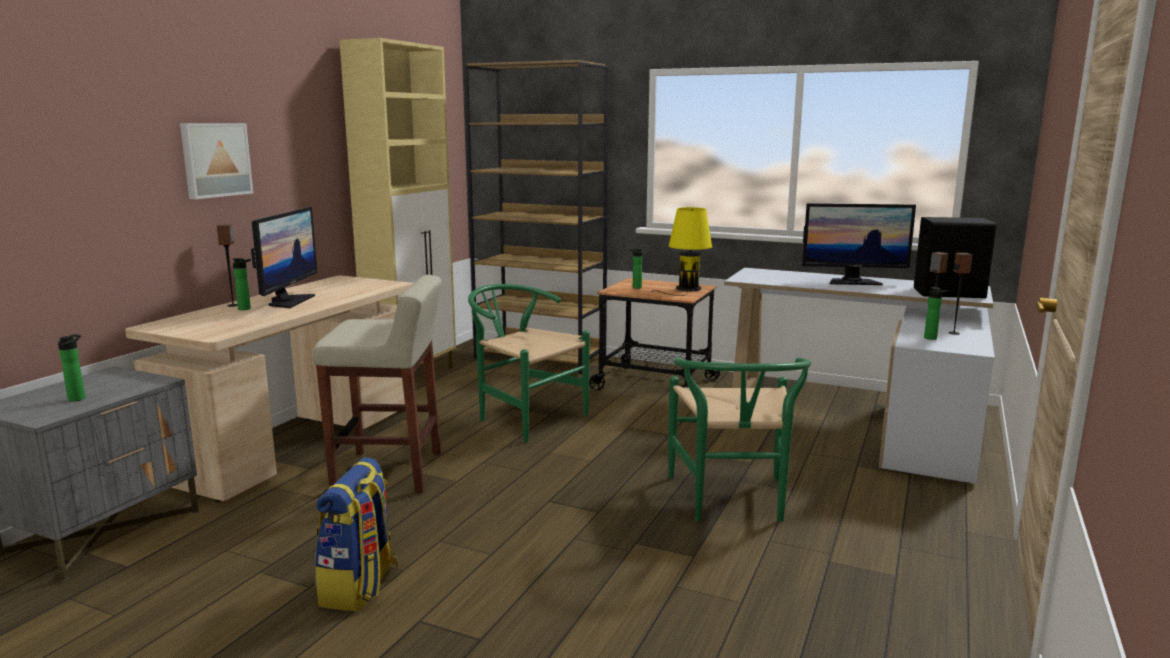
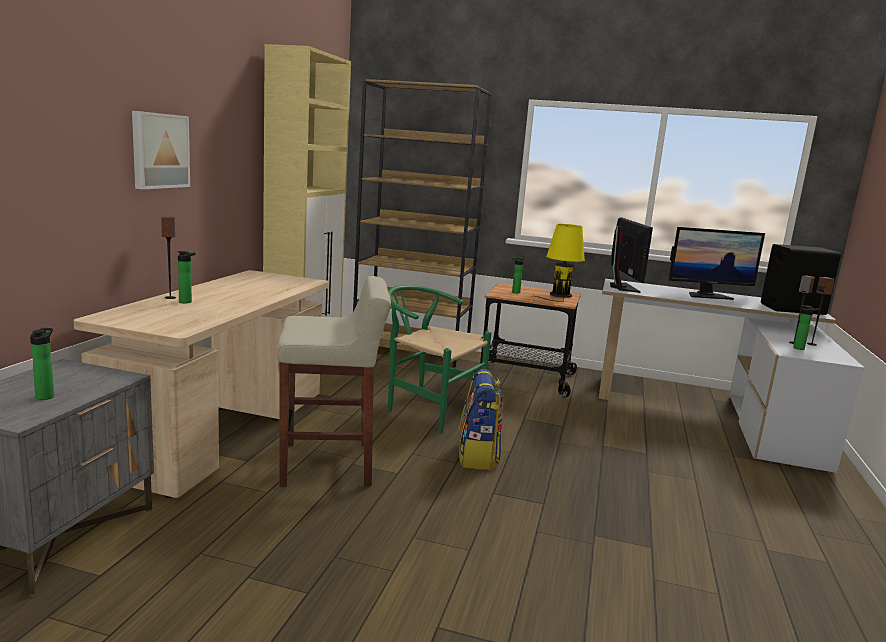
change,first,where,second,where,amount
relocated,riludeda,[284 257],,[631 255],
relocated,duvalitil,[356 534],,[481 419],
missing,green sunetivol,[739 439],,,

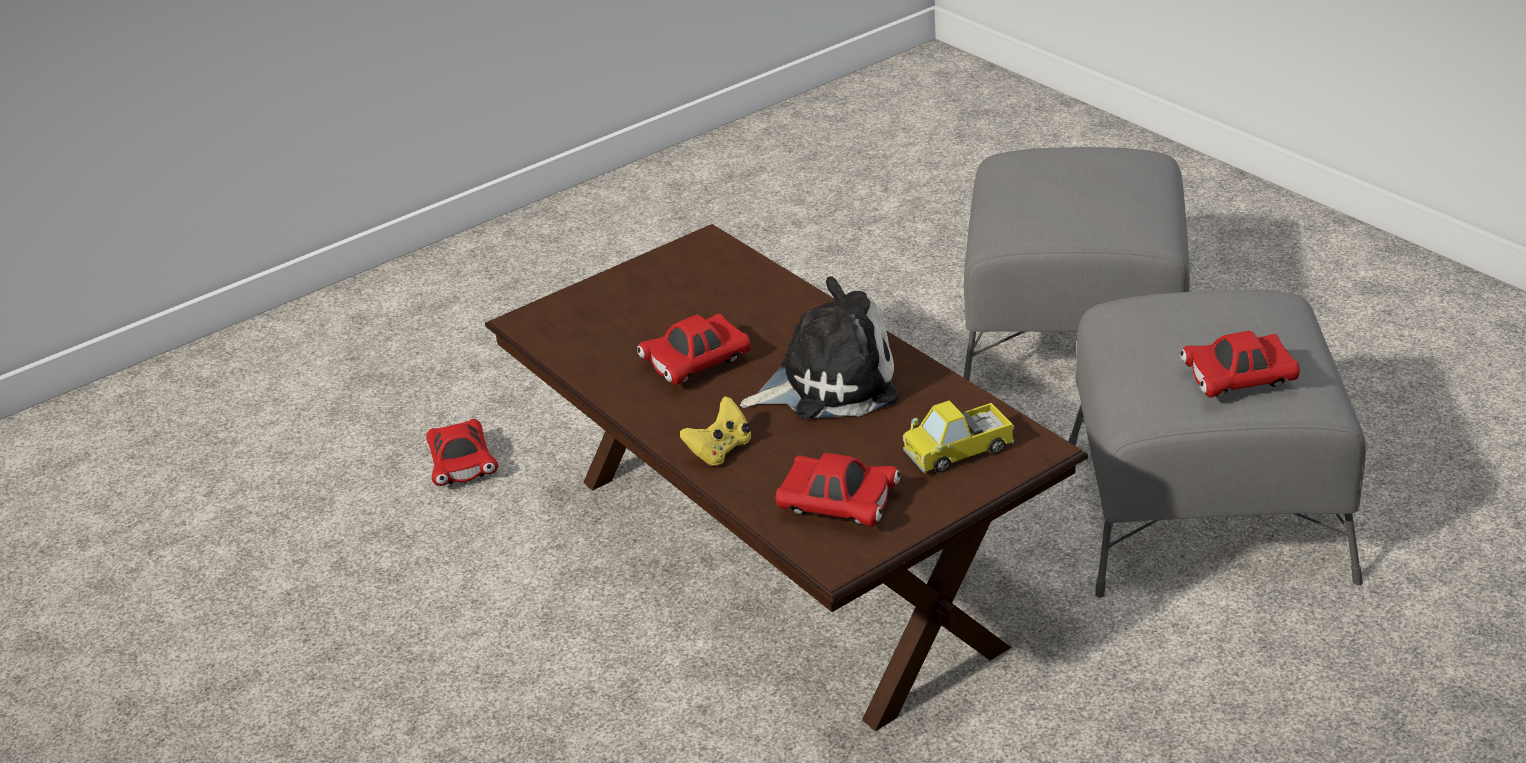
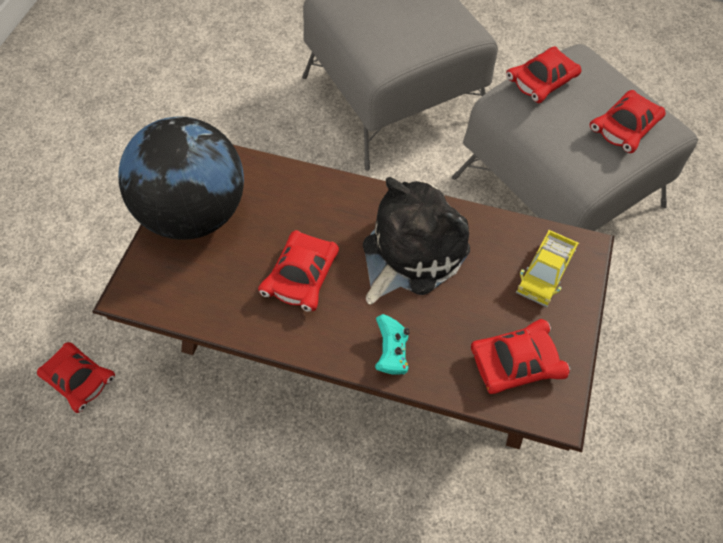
change,first,where,second,where,amount
colour,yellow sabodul,[715 431],turquoise sabodul,[392 344],
appeared,,,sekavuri,[181 178],
appeared,,,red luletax,[544 74],

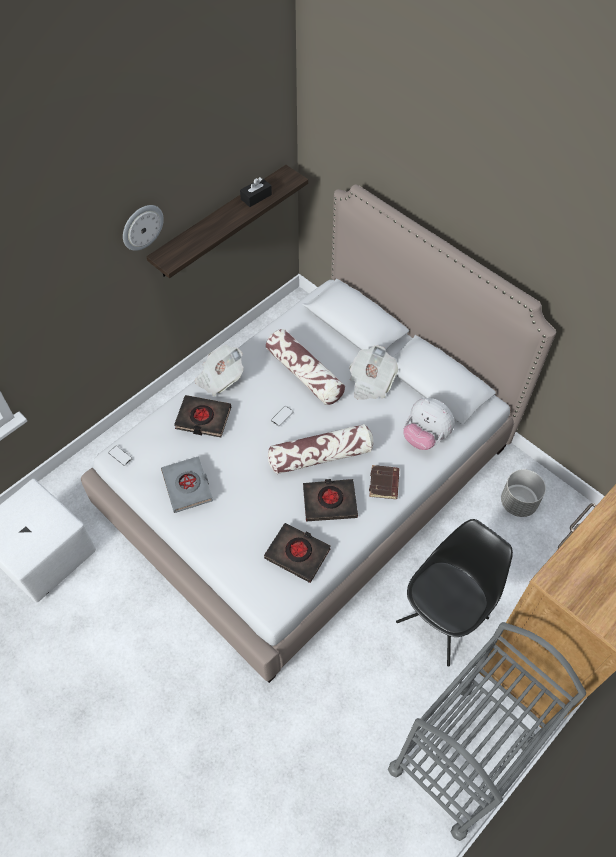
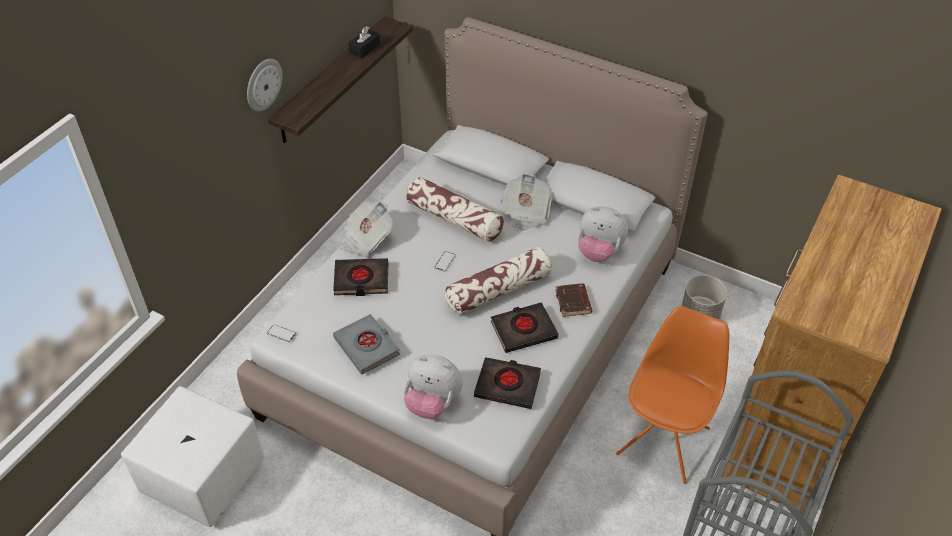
change,first,where,second,where,amount
colour,black sunetivol,[454 593],orange sunetivol,[672 395],
appeared,,,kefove,[433 386],

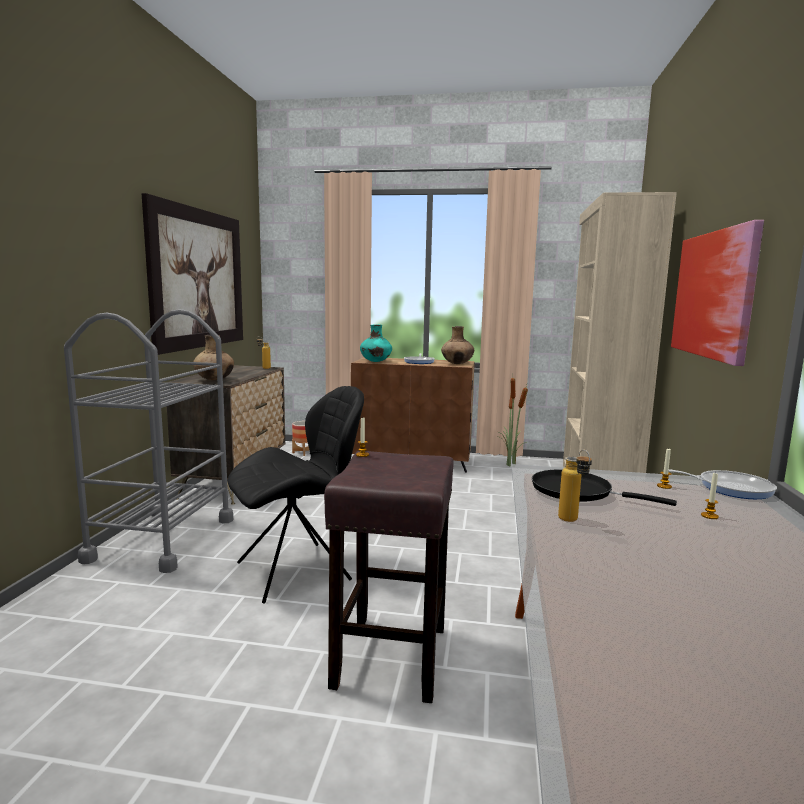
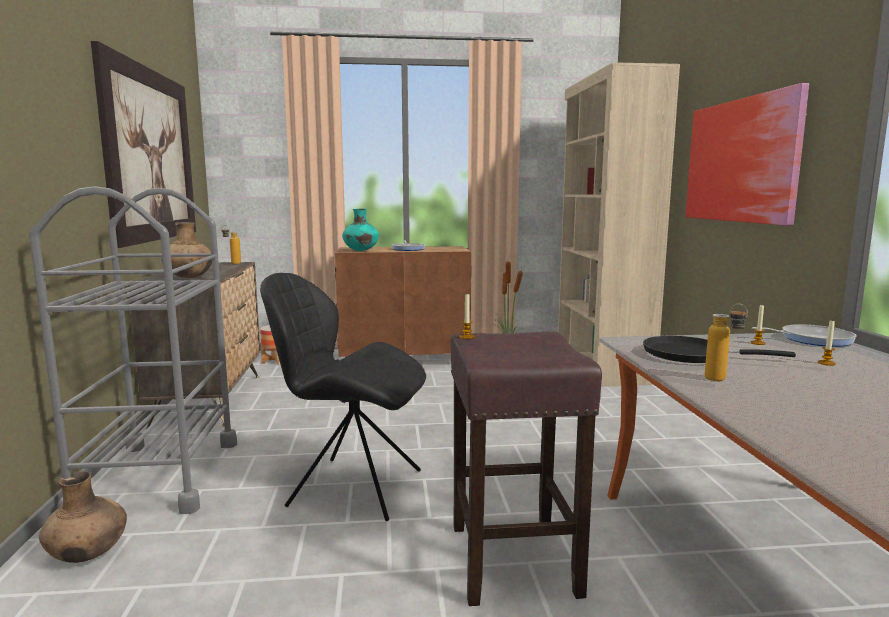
change,first,where,second,where,amount
spun,black sunetivol,[295 495],,[343 397],120 degrees counterclockwise
relocated,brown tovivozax,[457 345],,[83 517],

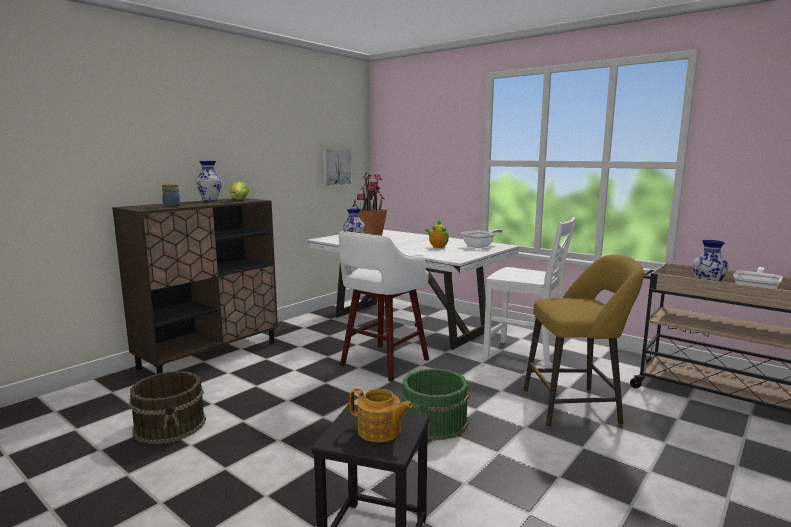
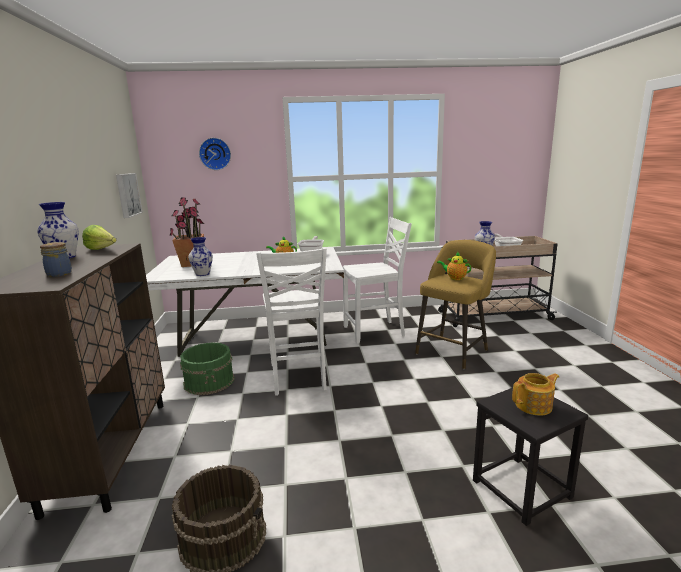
change,first,where,second,where,amount
exchanged,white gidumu,[384 306],white sunetivol,[291 321],
relocated,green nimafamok,[435 404],,[207 368],
appeared,,,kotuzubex,[215 154],
appeared,,,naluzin,[454 266],

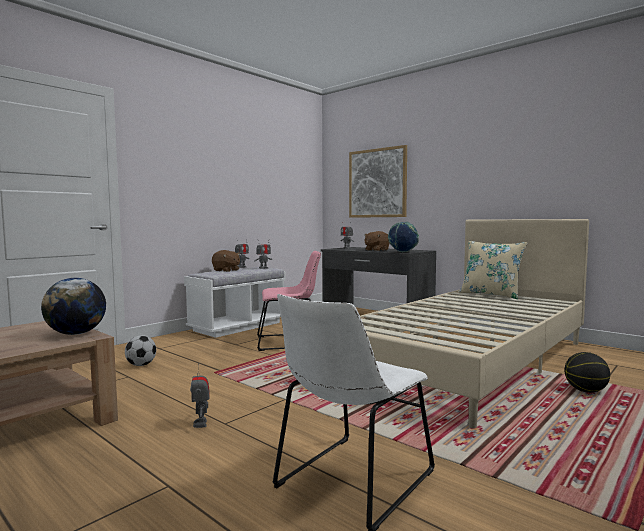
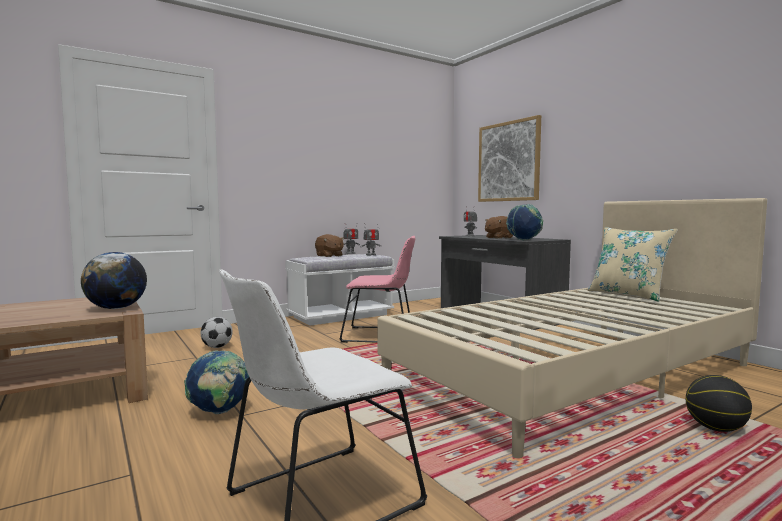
change,first,where,second,where,amount
exchanged,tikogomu,[200 395],sekavuri,[216 382],

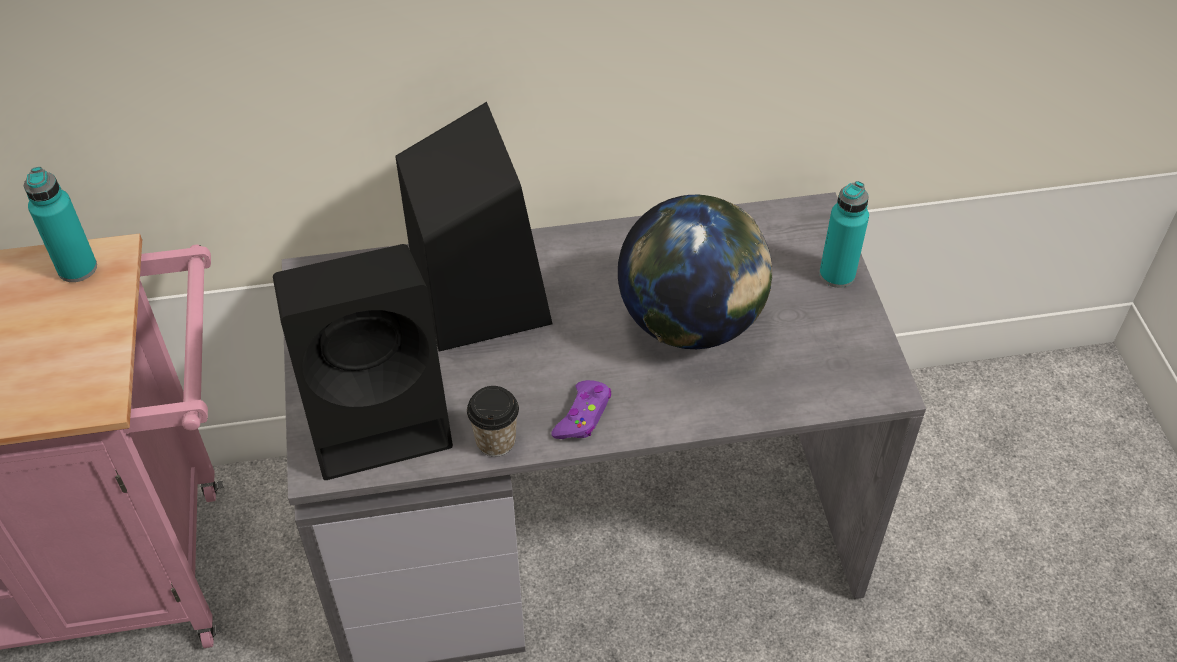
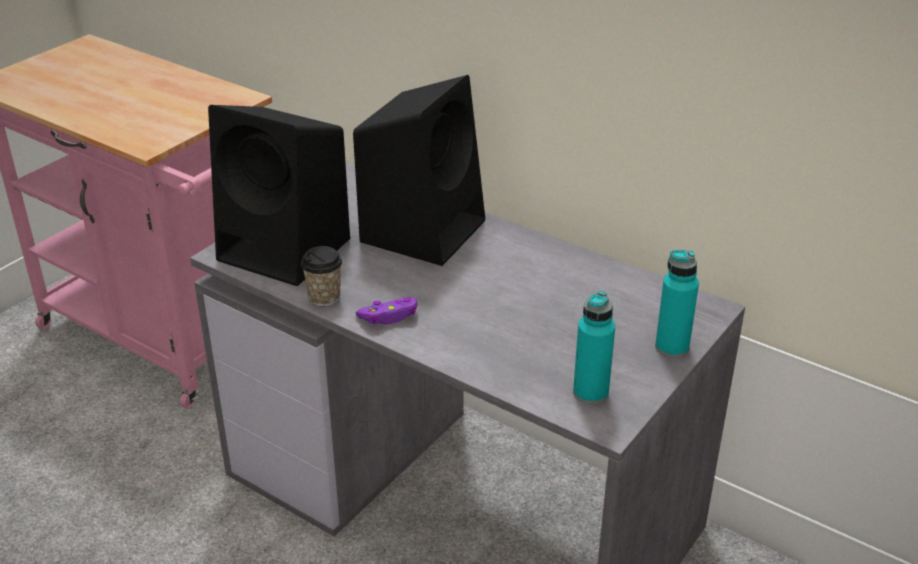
change,first,where,second,where,amount
relocated,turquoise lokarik,[60 224],,[594 347],
missing,sekavuri,[695 272],,,

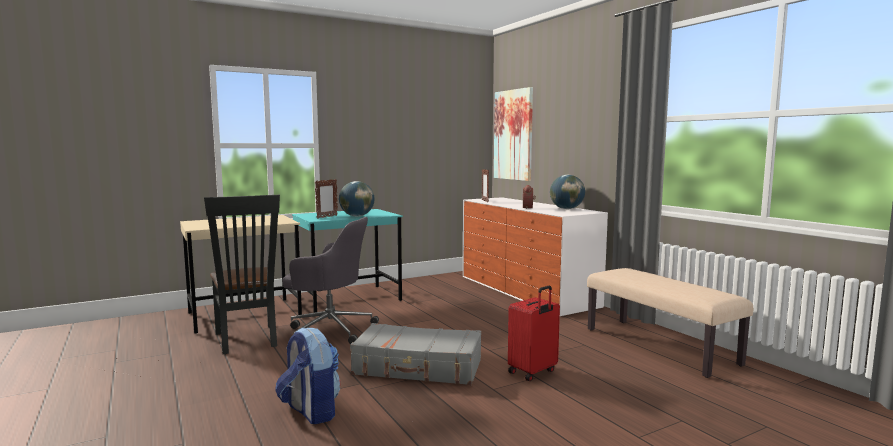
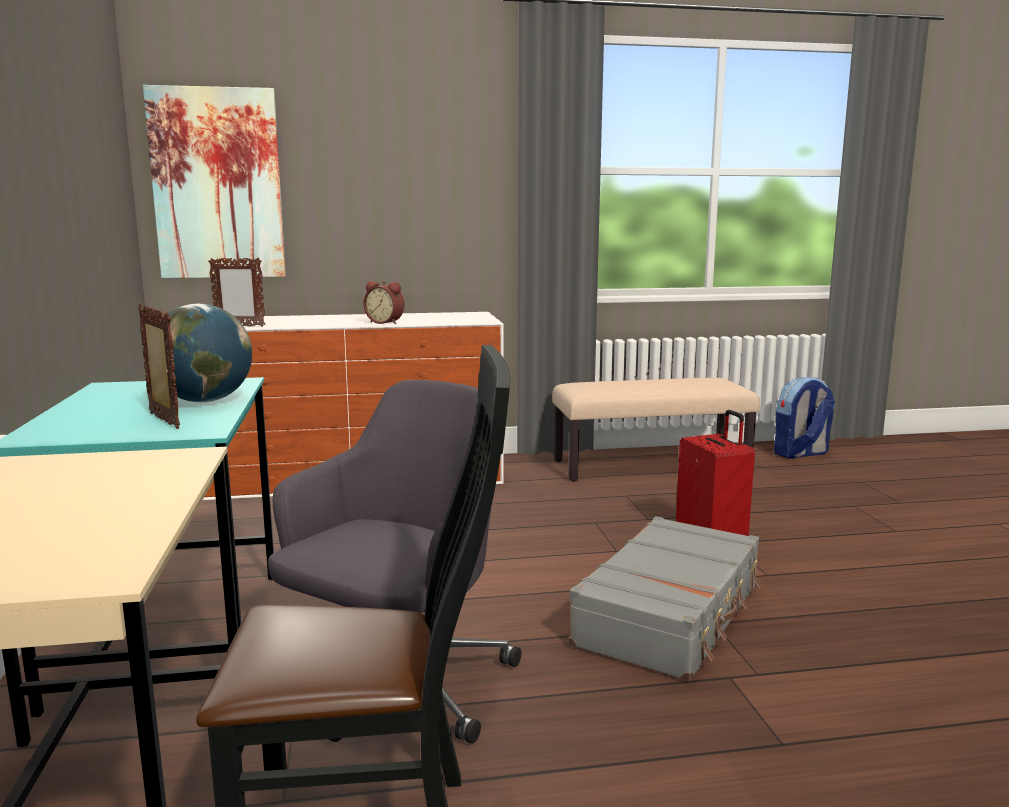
change,first,where,second,where,amount
relocated,duvalitil,[307 375],,[804 418],
missing,sekavuri,[567 192],,,

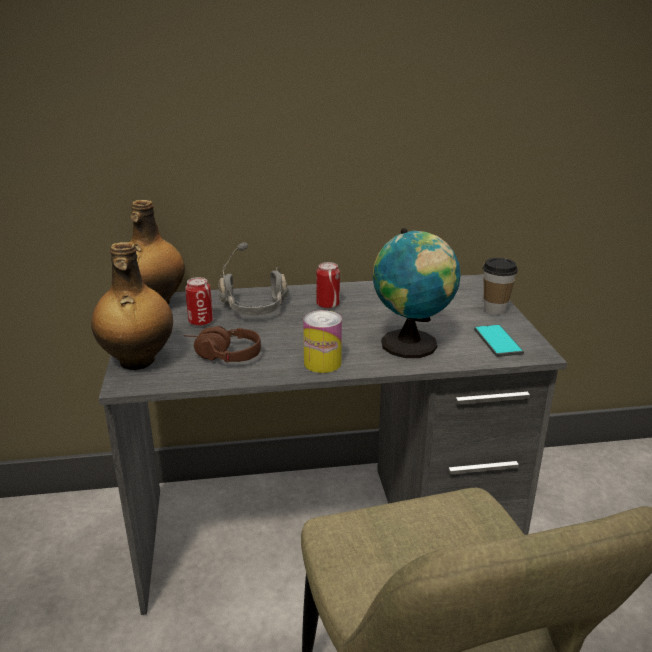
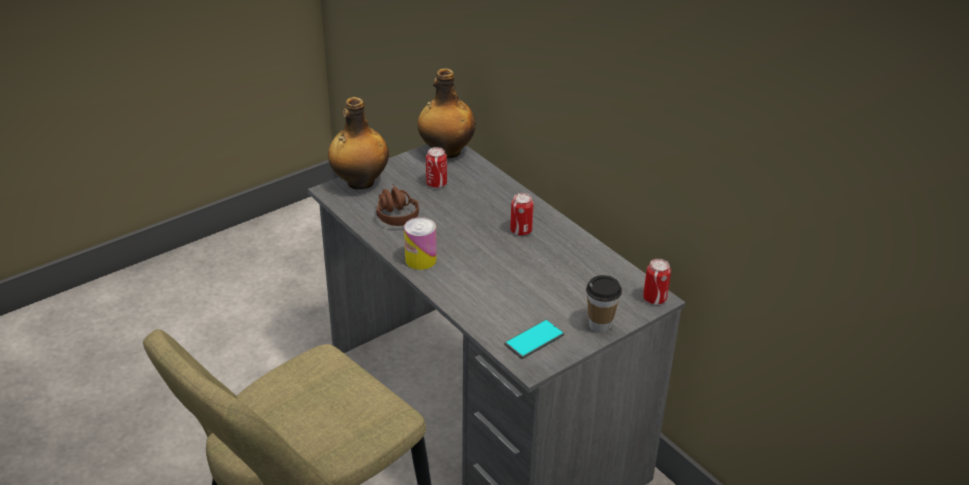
change,first,where,second,where,amount
missing,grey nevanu,[253 278],,,
missing,sekavuri,[416 293],,,
appeared,,,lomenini,[657 281],

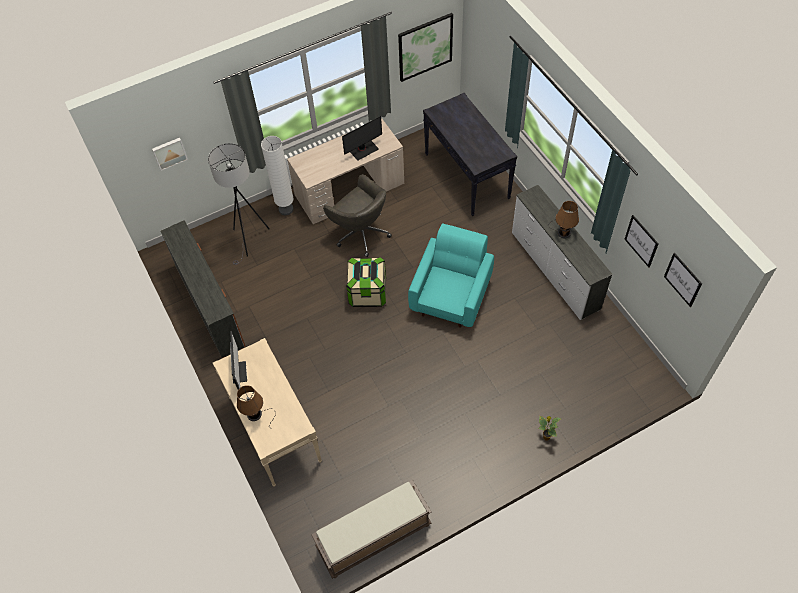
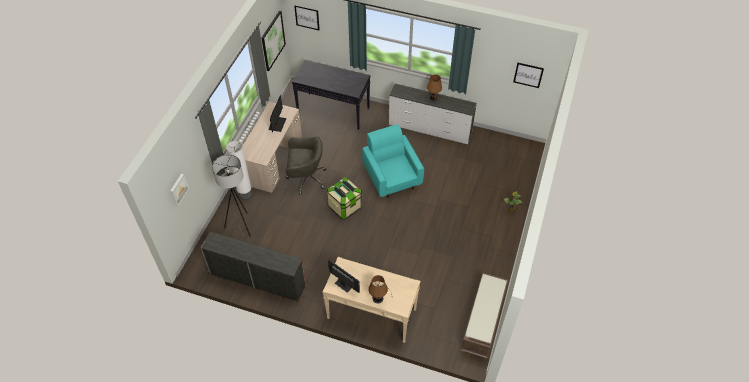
change,first,where,second,where,amount
relocated,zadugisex,[641 241],,[307 17],

